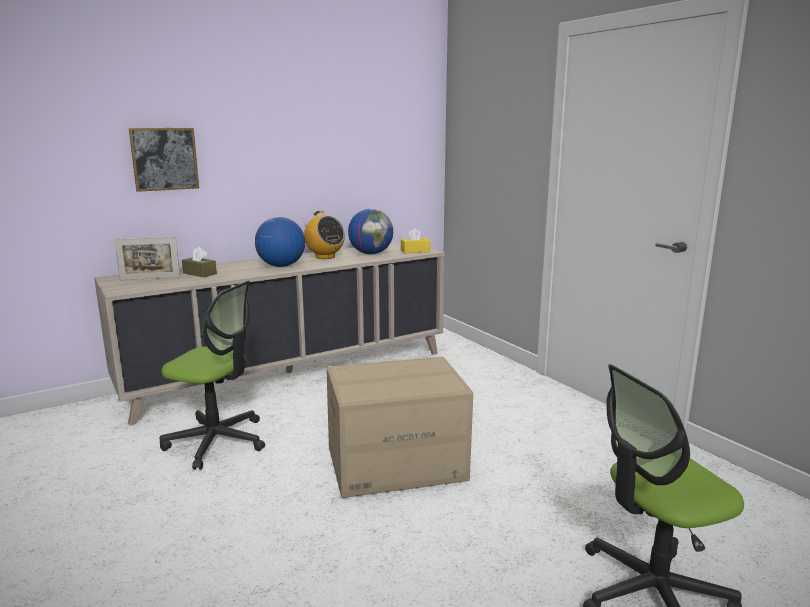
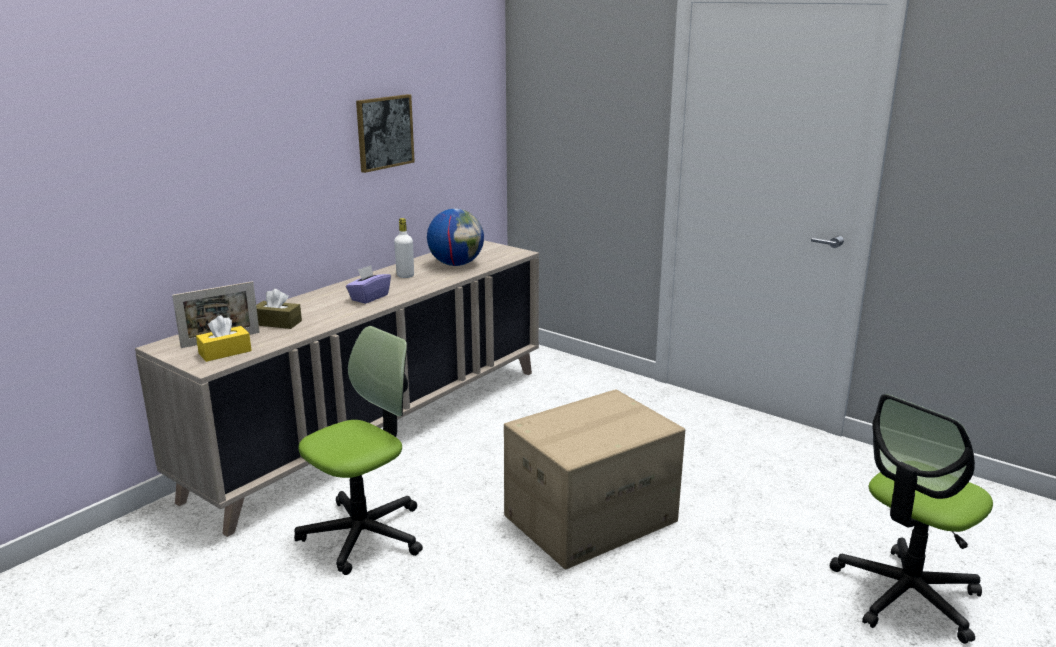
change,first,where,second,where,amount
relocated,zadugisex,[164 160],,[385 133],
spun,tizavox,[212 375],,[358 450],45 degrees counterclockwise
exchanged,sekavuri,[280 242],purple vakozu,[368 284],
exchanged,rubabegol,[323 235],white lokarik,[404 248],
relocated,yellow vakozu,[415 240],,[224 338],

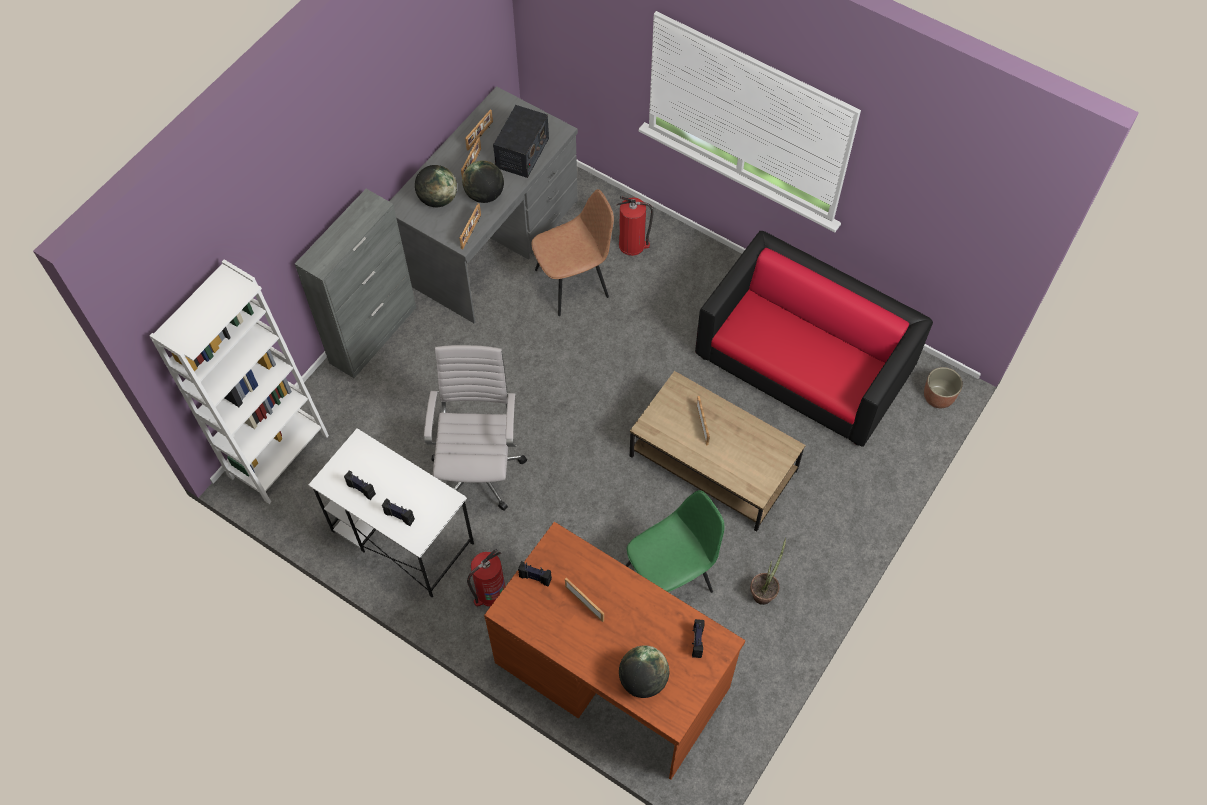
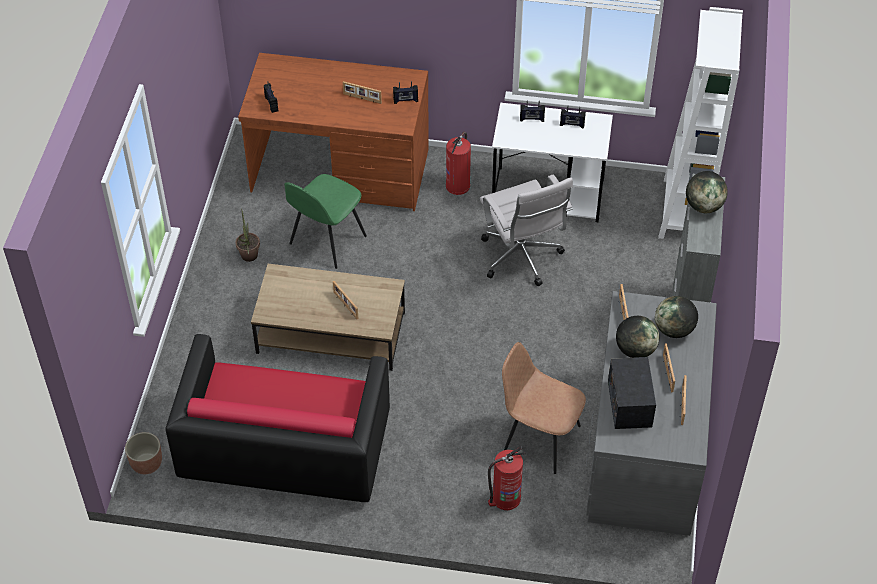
change,first,where,second,where,amount
spun,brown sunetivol,[573 252],,[544 408],75 degrees clockwise
relocated,sekavuri,[644 671],,[707 192],

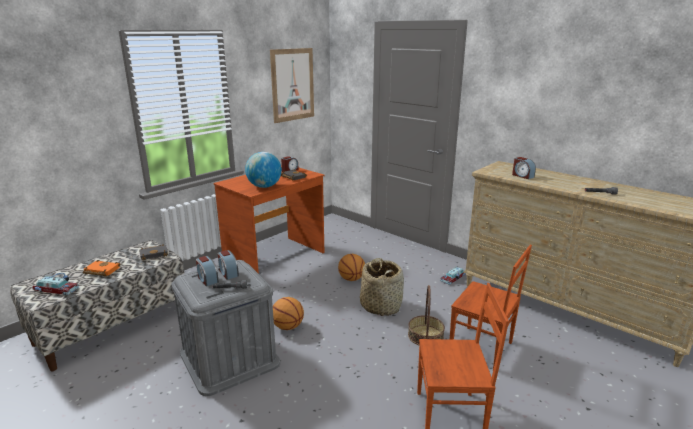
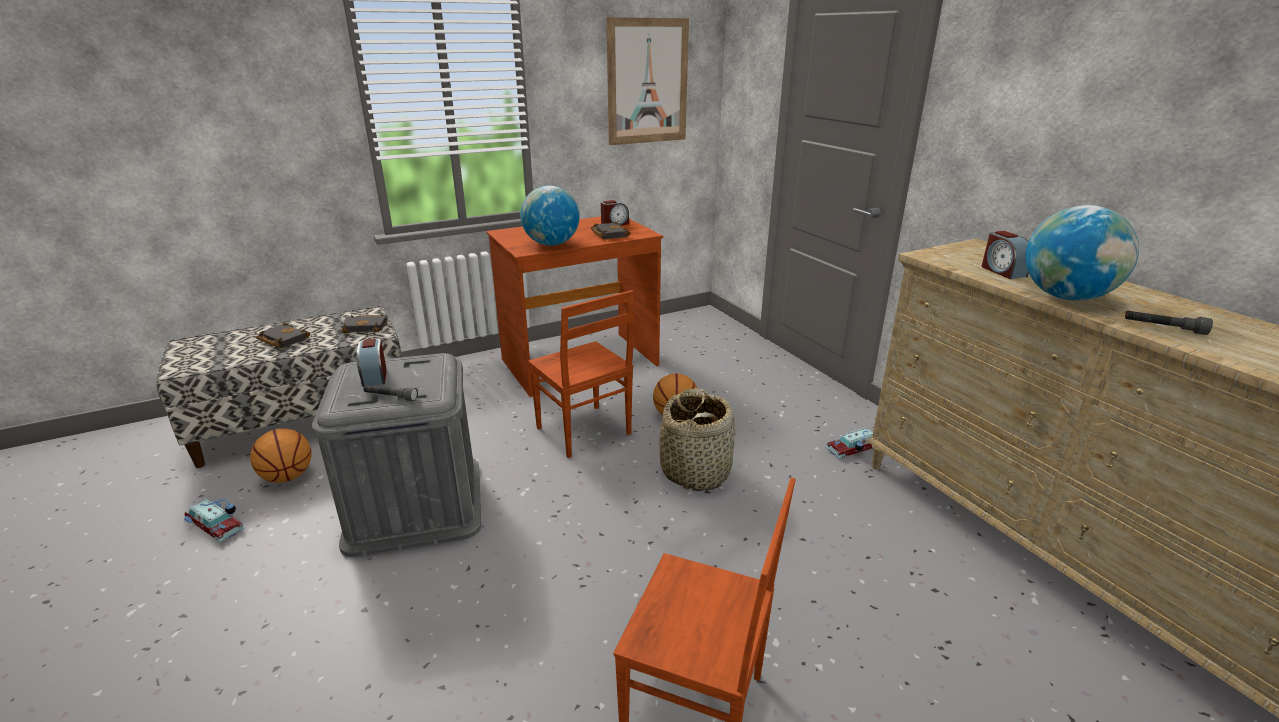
change,first,where,second,where,amount
relocated,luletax,[56 284],,[214 520],
colour,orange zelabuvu,[101 268],black zelabuvu,[283 335],
missing,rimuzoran,[228 265],,,
relocated,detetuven,[288 313],,[281 455],
missing,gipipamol,[426 315],,,
relocated,brown sunetivol,[491 307],,[581 374],
appeared,,,sekavuri,[1082 253],

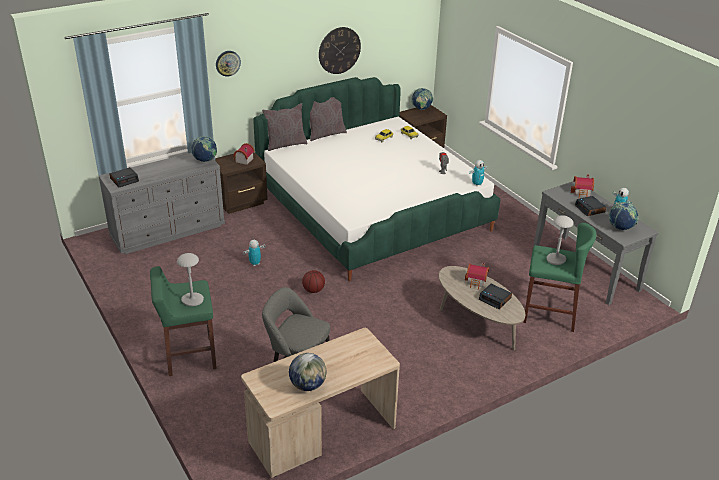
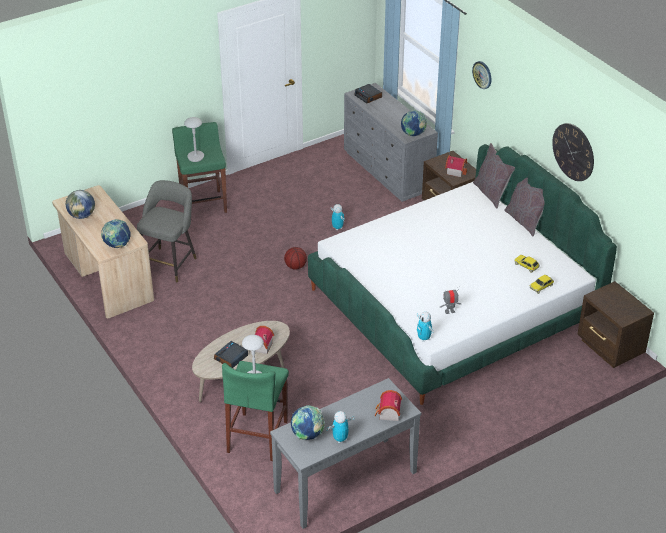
change,first,where,second,where,amount
relocated,sekavuri,[422 99],,[116 233],
missing,rimuzoran,[590 206],,,

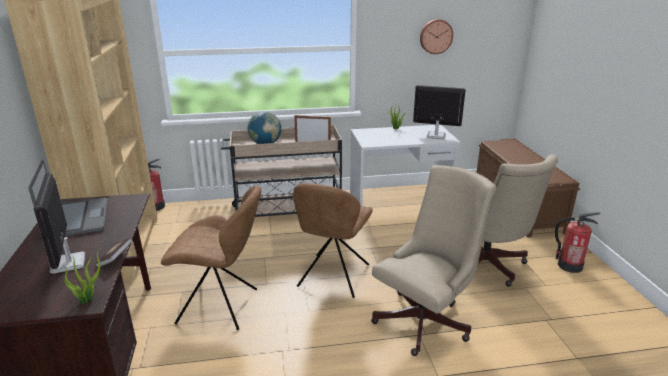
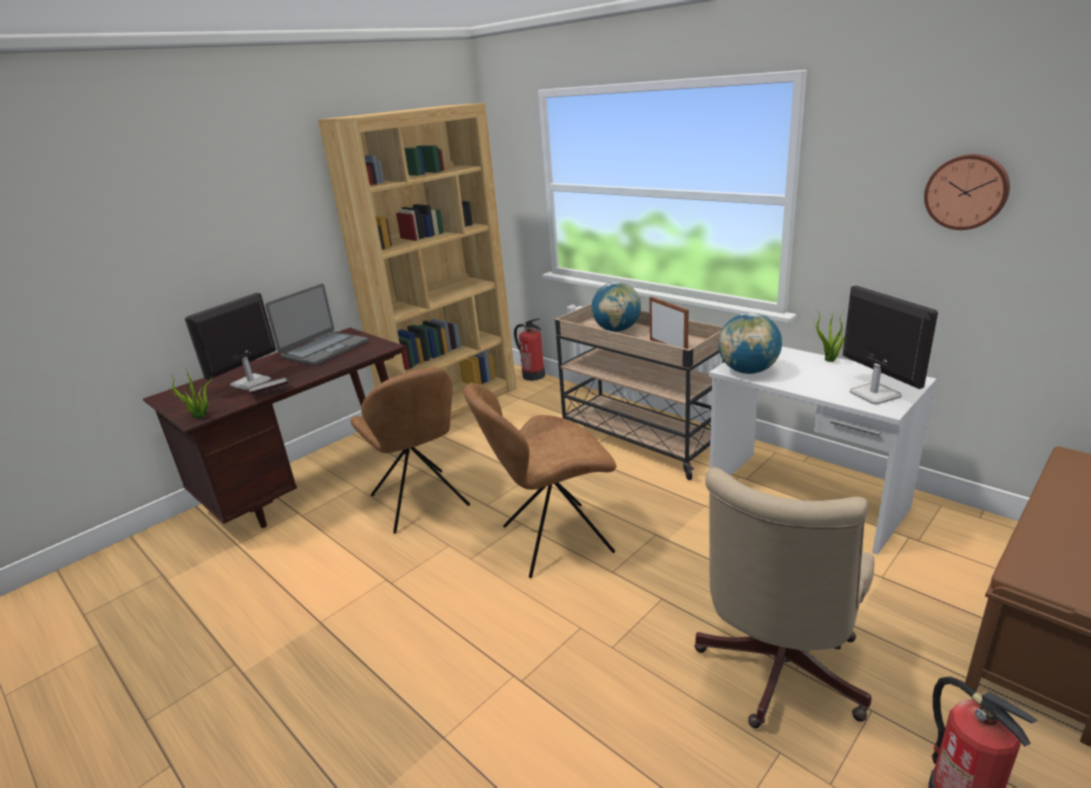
change,first,where,second,where,amount
missing,beige tizavox,[434 260],,,
appeared,,,sekavuri,[750 343],

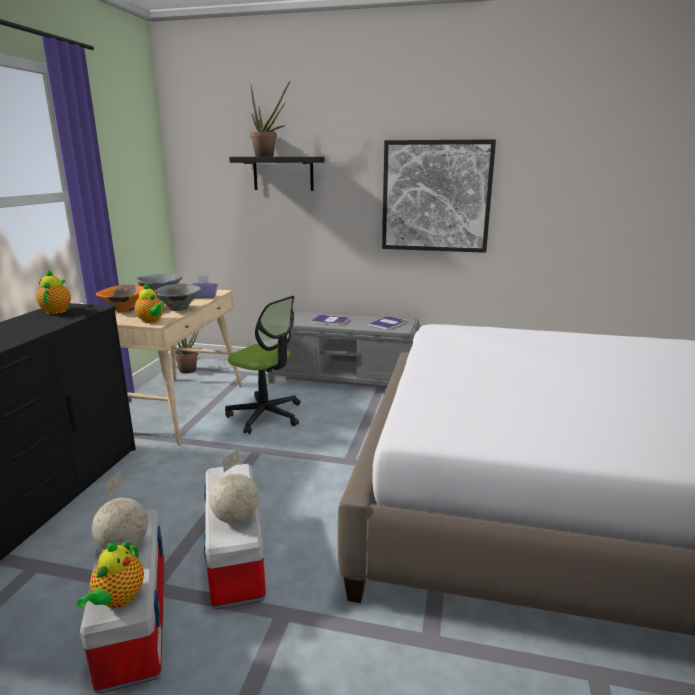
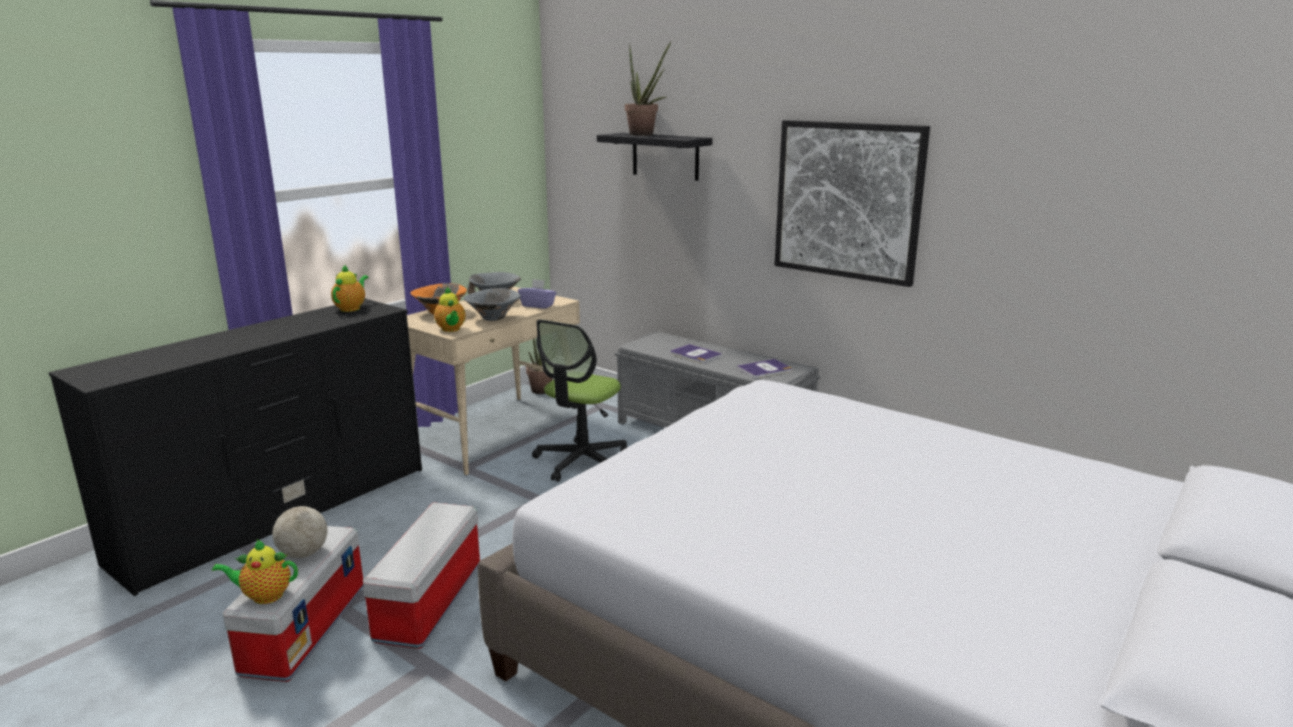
change,first,where,second,where,amount
spun,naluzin,[110 574],,[255 571],45 degrees clockwise
missing,sekavuri,[234 486],,,
spun,tizavox,[262 365],,[580 400],60 degrees clockwise

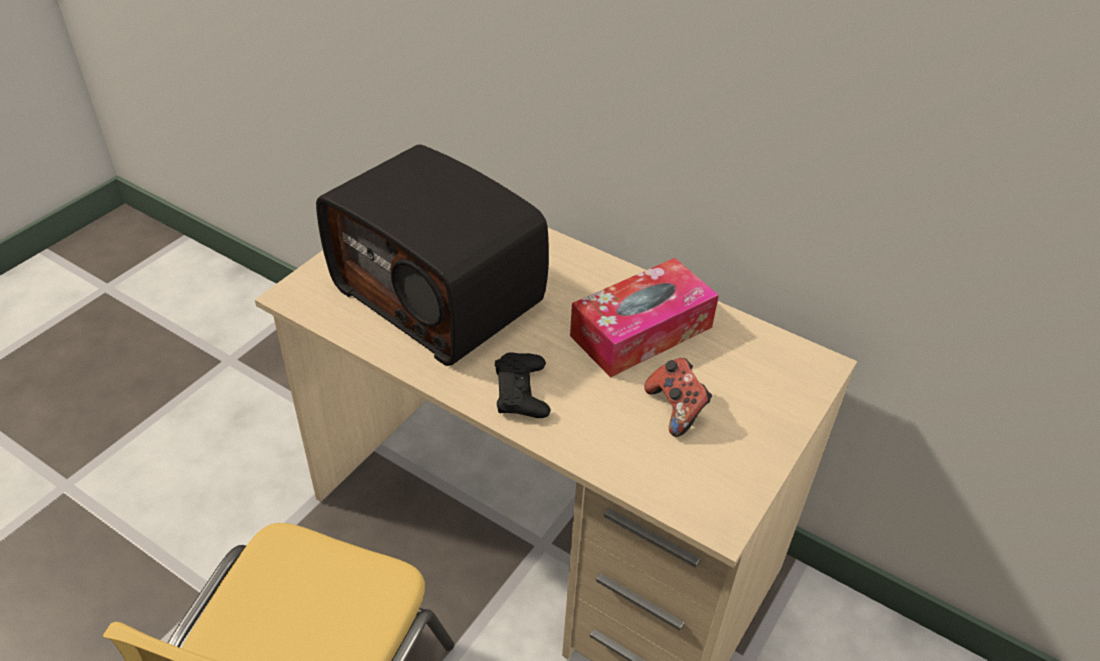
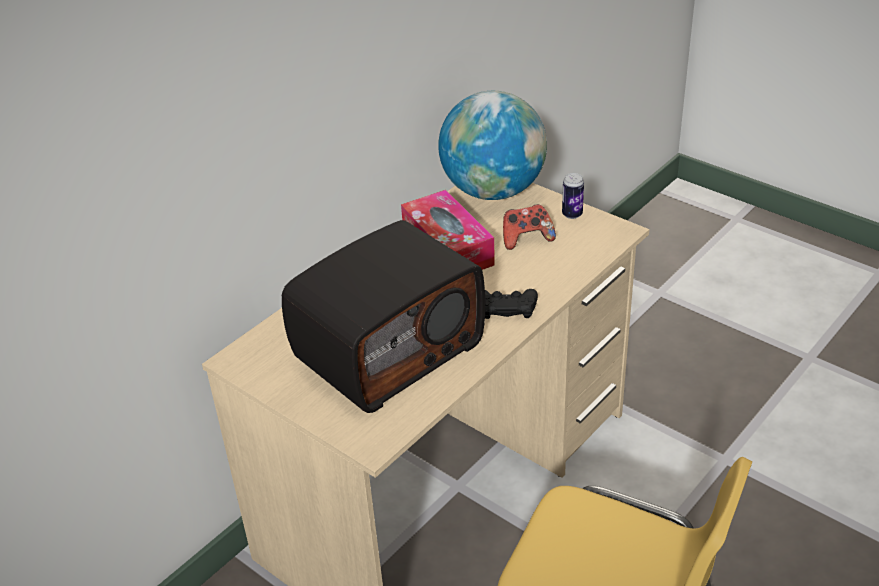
change,first,where,second,where,amount
appeared,,,sekavuri,[492 145],
appeared,,,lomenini,[573 196],

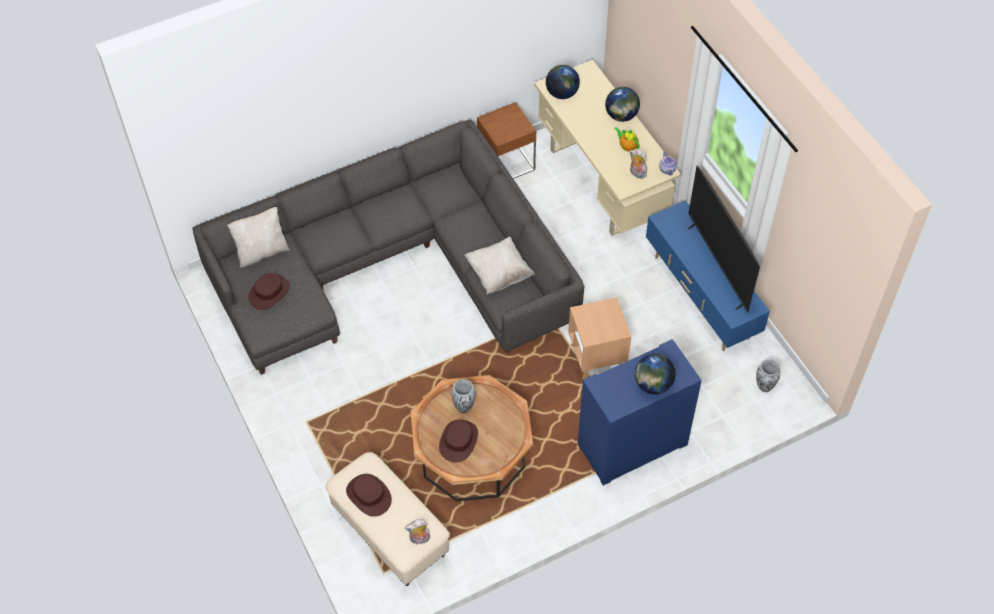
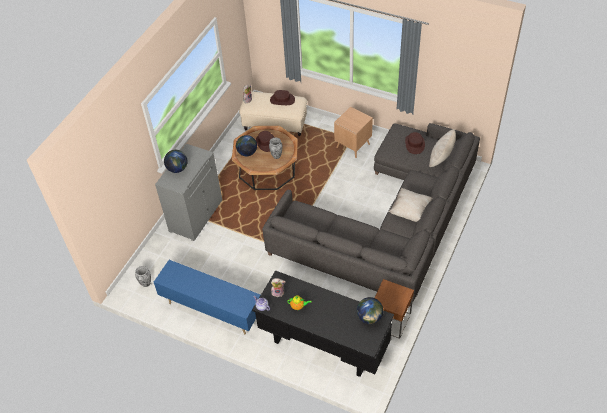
change,first,where,second,where,amount
relocated,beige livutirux,[499 265],,[411 205],
colour,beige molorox,[607 148],black molorox,[323 323],
relocated,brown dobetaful,[599 338],,[353 132],
colour,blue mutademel,[640 412],grey mutademel,[188 192],
relocated,sekavuri,[622 104],,[246 145],
missing,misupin,[724 239],,,

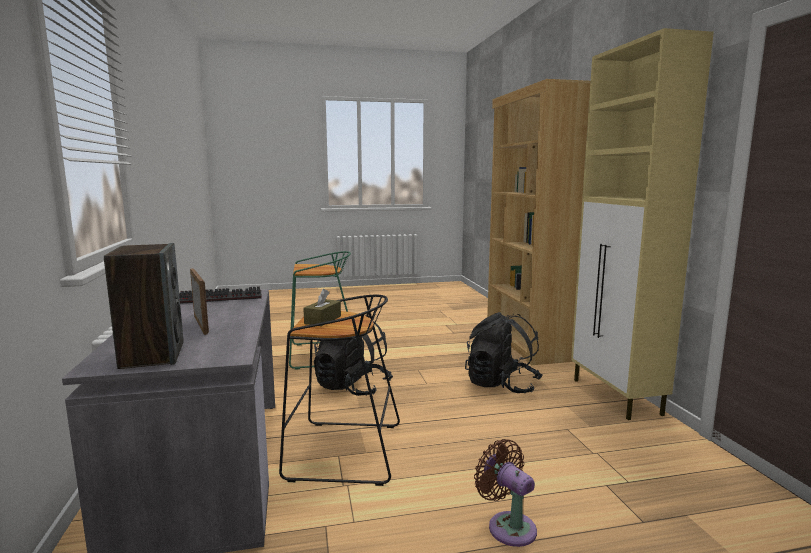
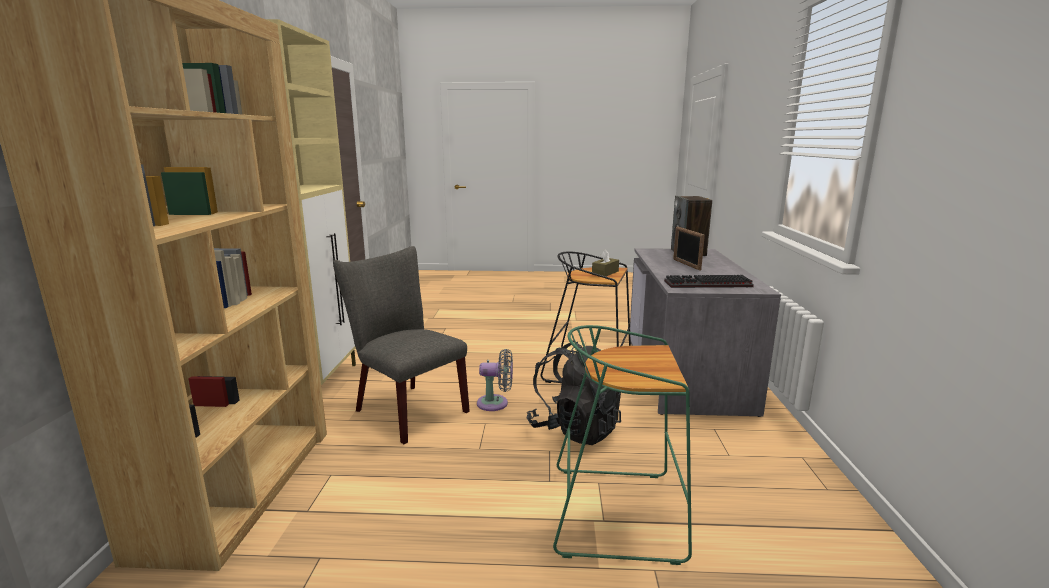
change,first,where,second,where,amount
exchanged,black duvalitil,[504 352],grey sunetivol,[401 345],
missing,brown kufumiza,[505 493],,,
appeared,,,grey kufumiza,[495 380],

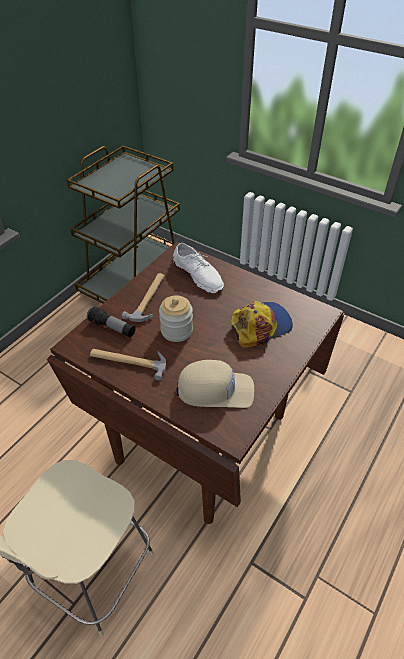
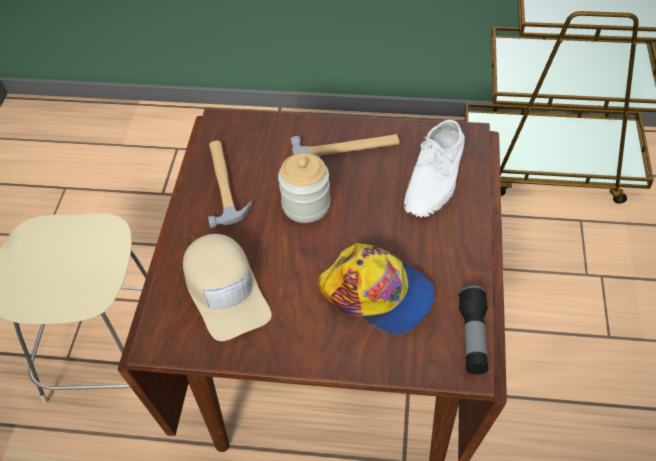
change,first,where,second,where,amount
relocated,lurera,[111 322],,[473 330],

